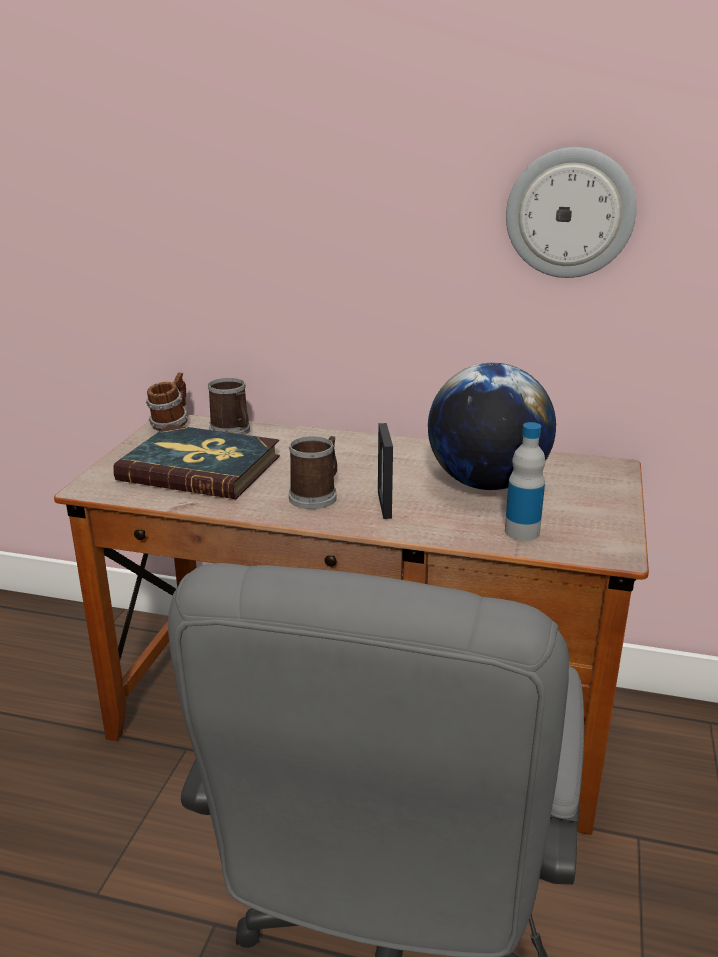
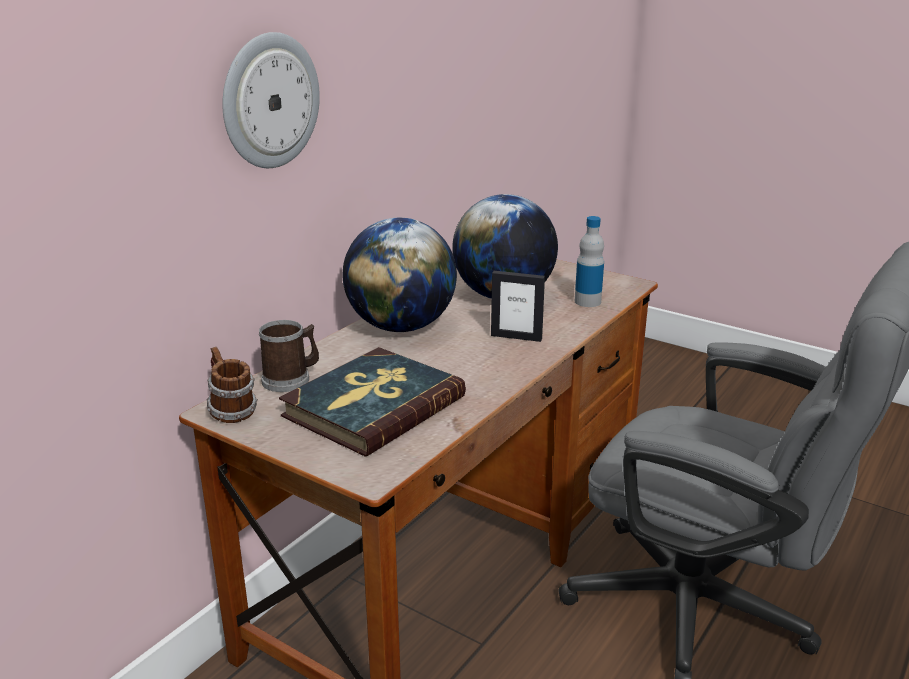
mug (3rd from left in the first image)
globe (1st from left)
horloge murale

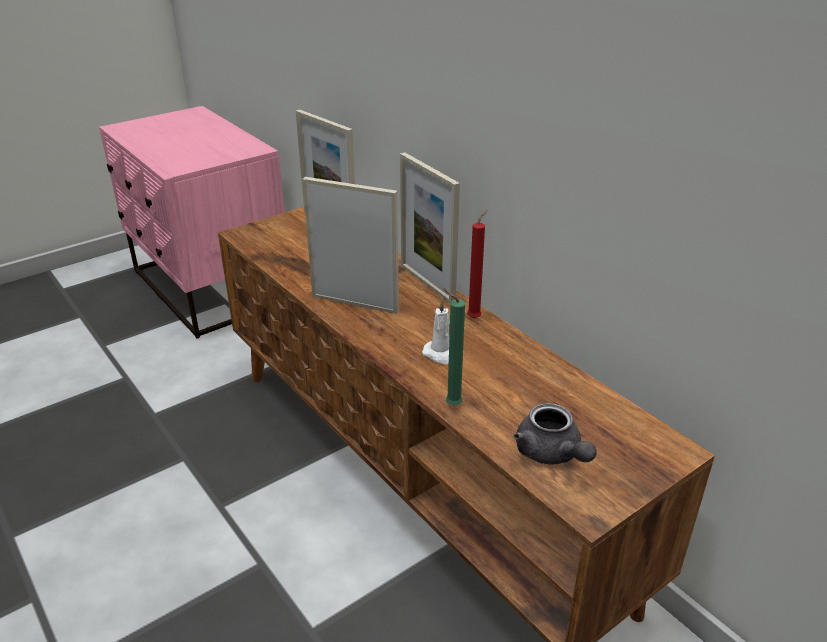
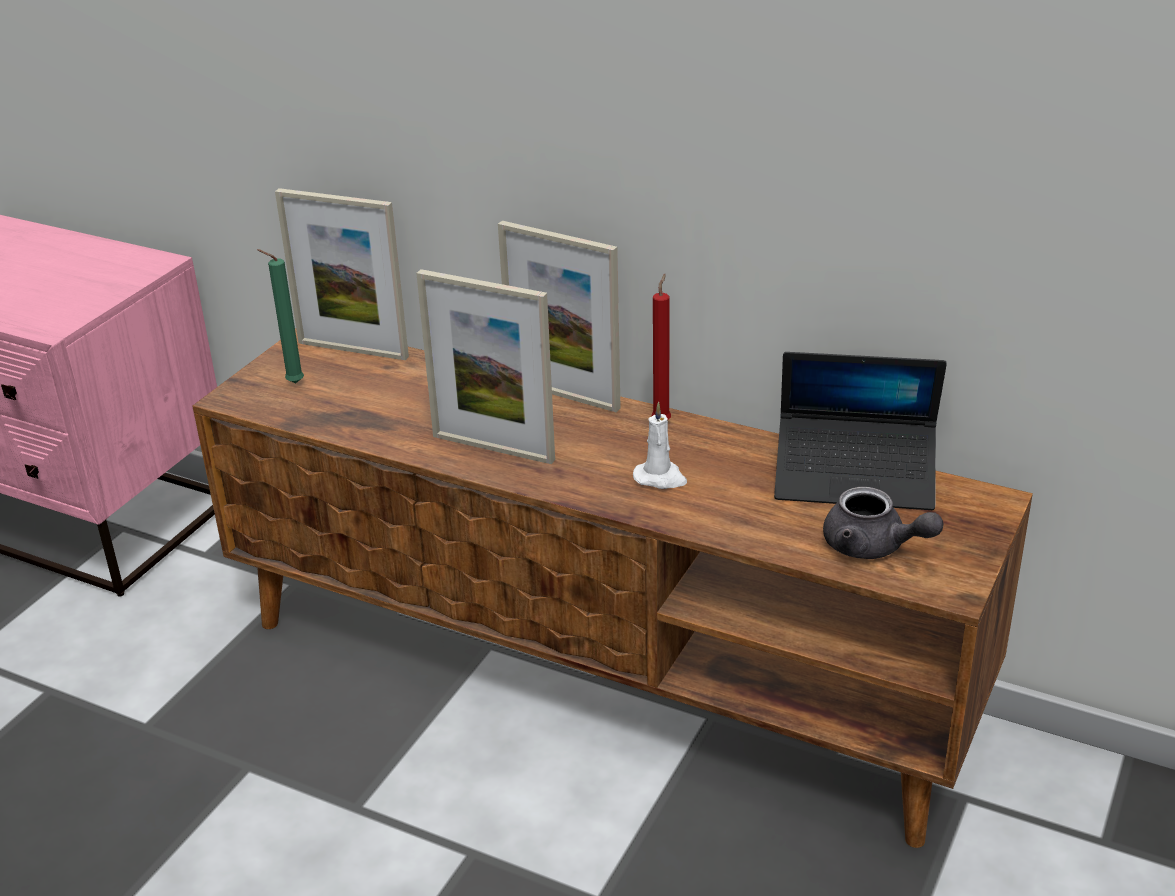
ordinateur portable
bougie (vert)
cadre photo (2nd from left)

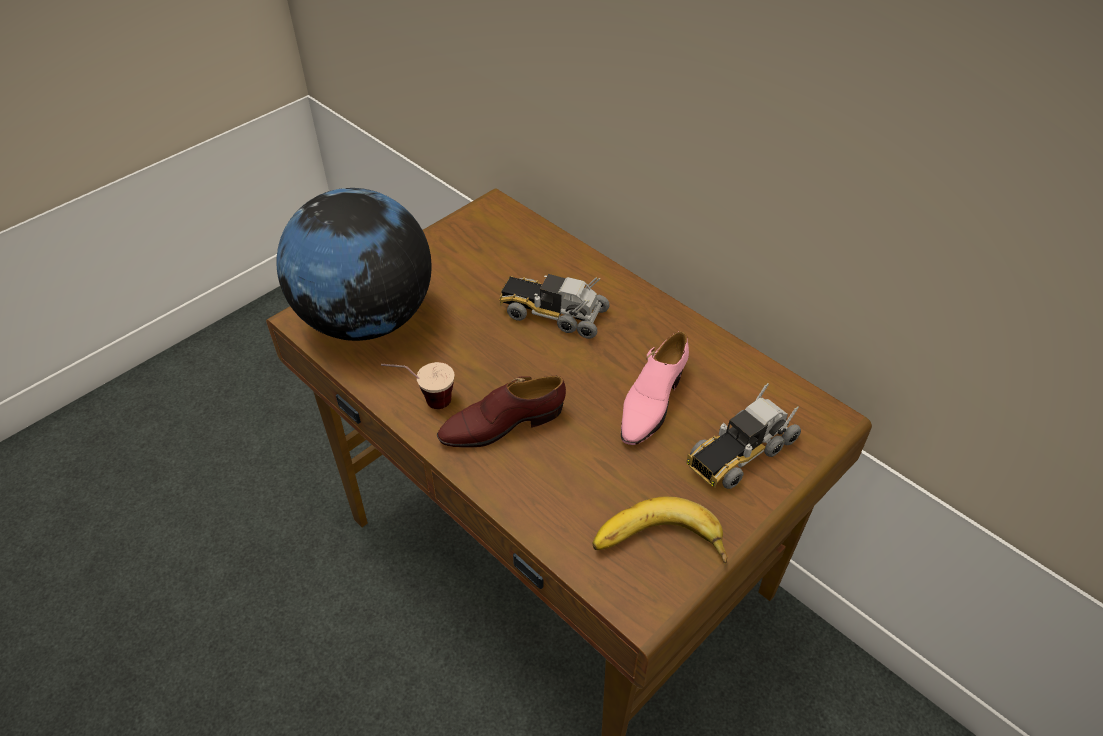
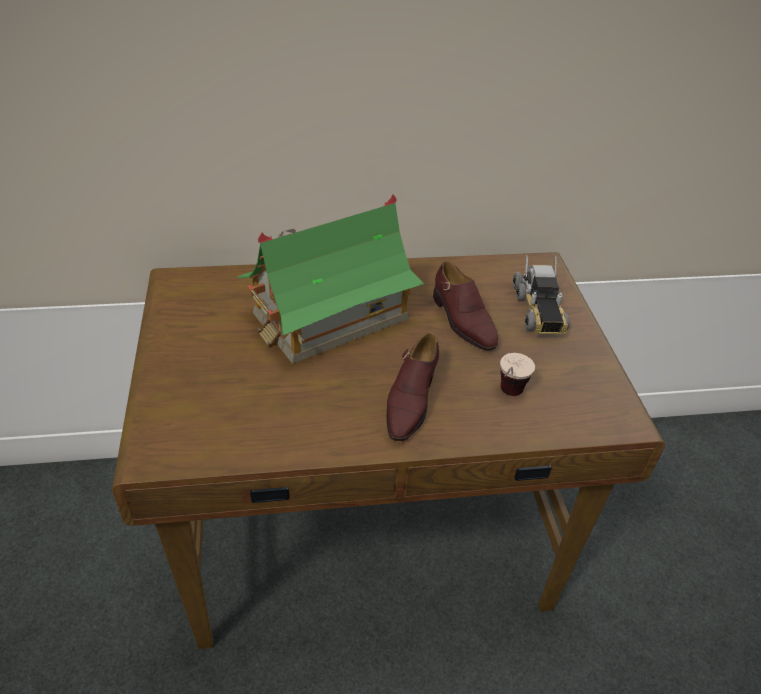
globe
banane
tasse
maison miniature
chaussure (marron) (2nd from left)

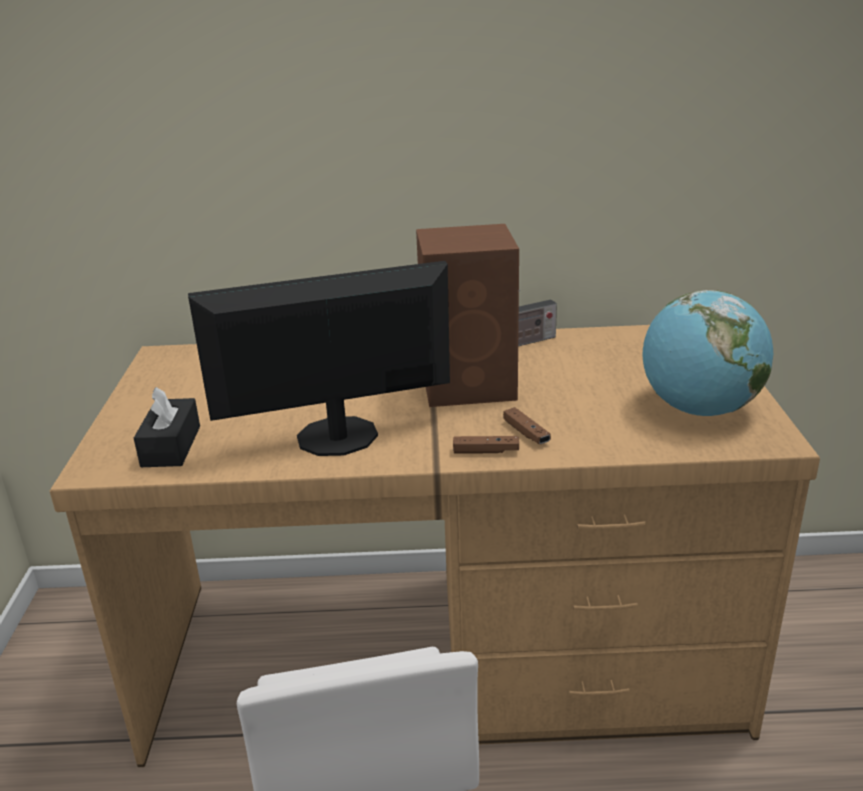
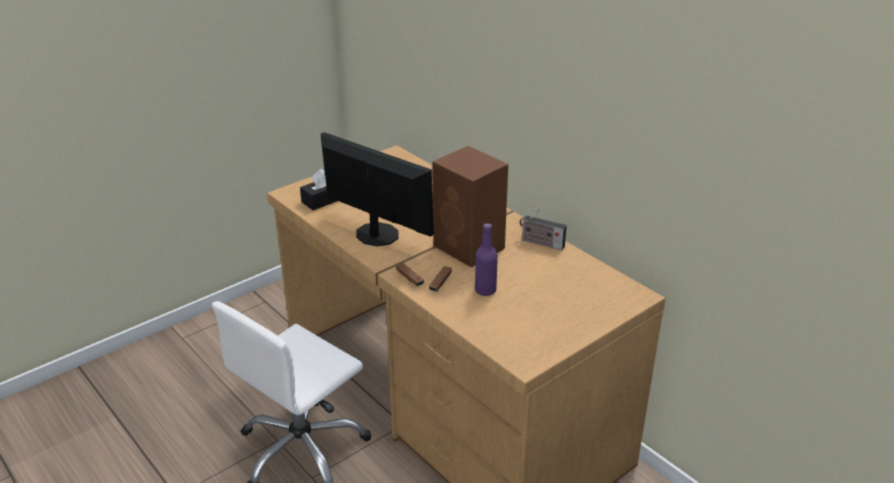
globe
bouteille (violet)

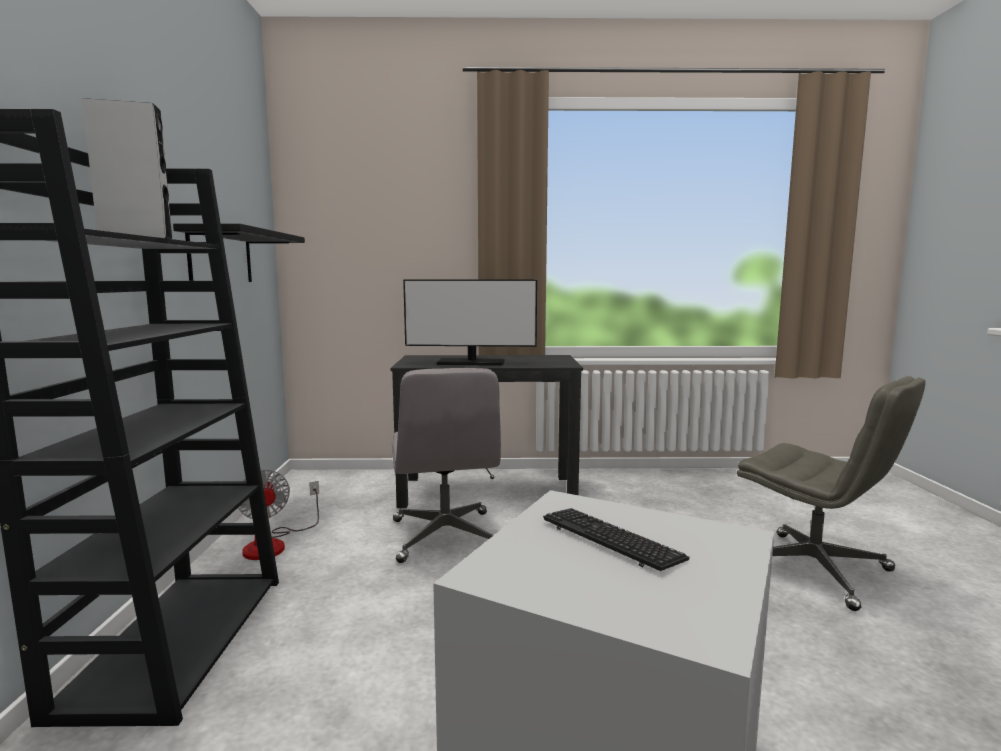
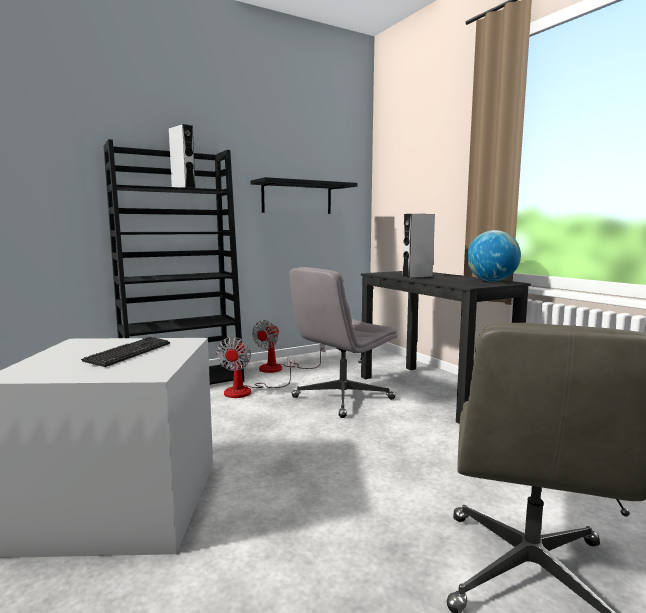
ventilateur (1st from left)
globe
enceinte (gris) (2nd from left)

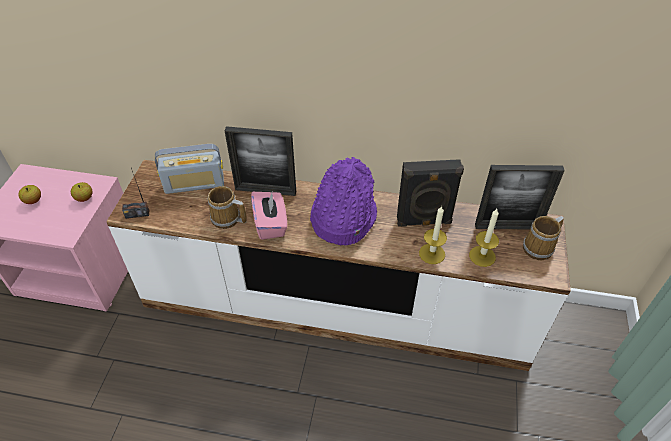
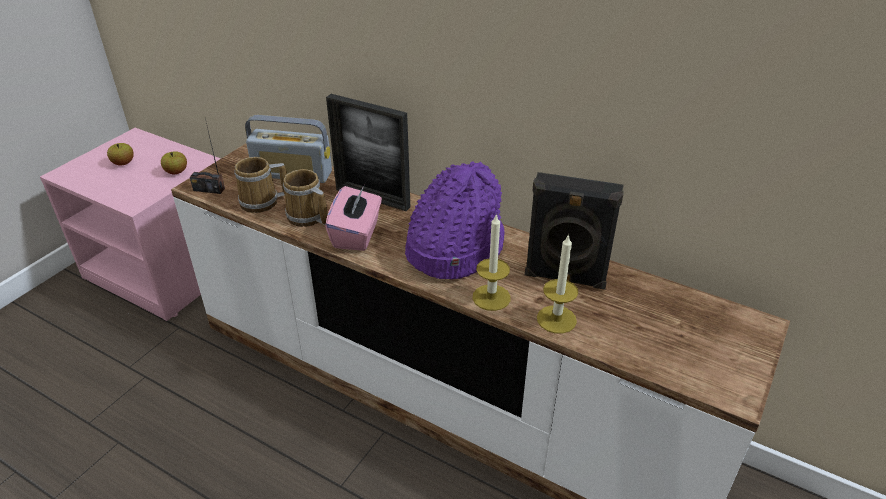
cadre photo (2nd from left in the first image)
bougie (1st from left)
mug (1st from left)

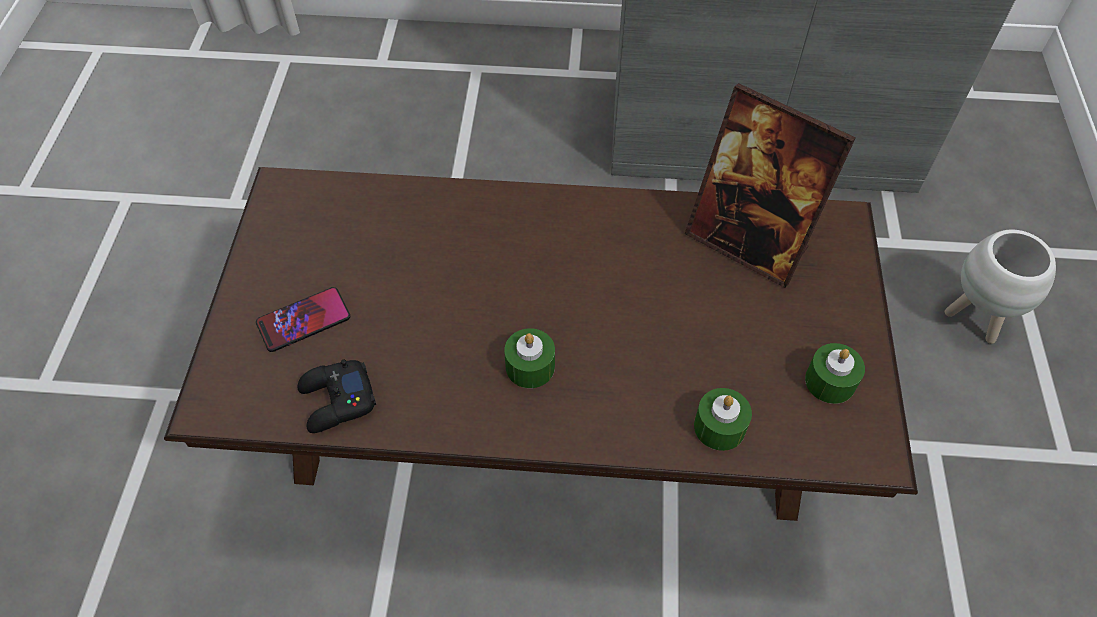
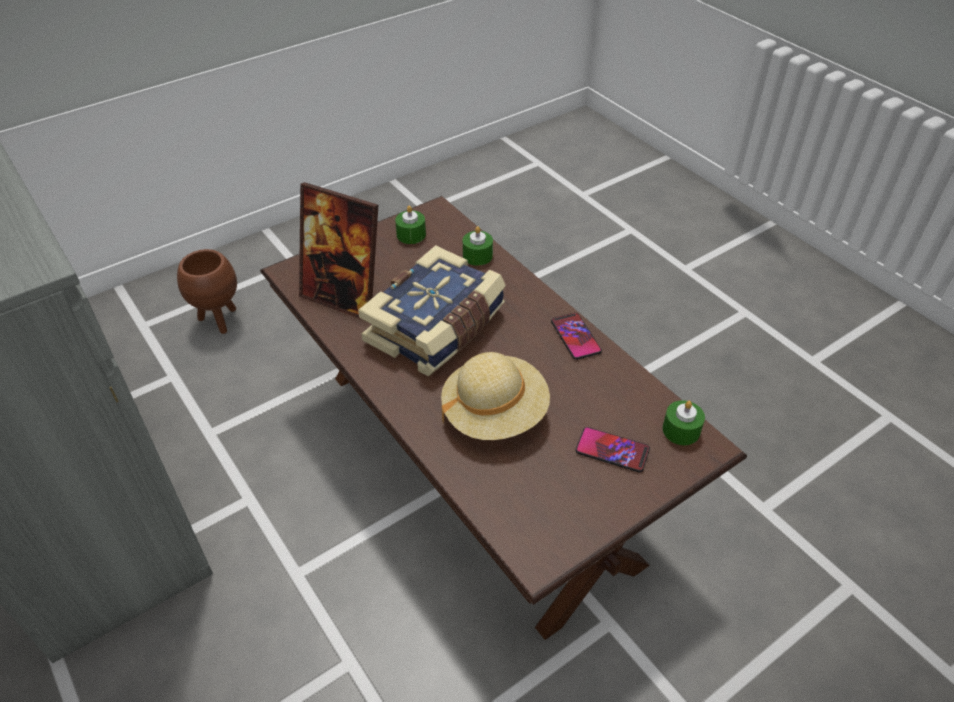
manette (noir)
livre
chapeau (beige)
téléphone (1st from left)
bougie (vert) (3rd from left)
cache-pot (marron)
cadre photo

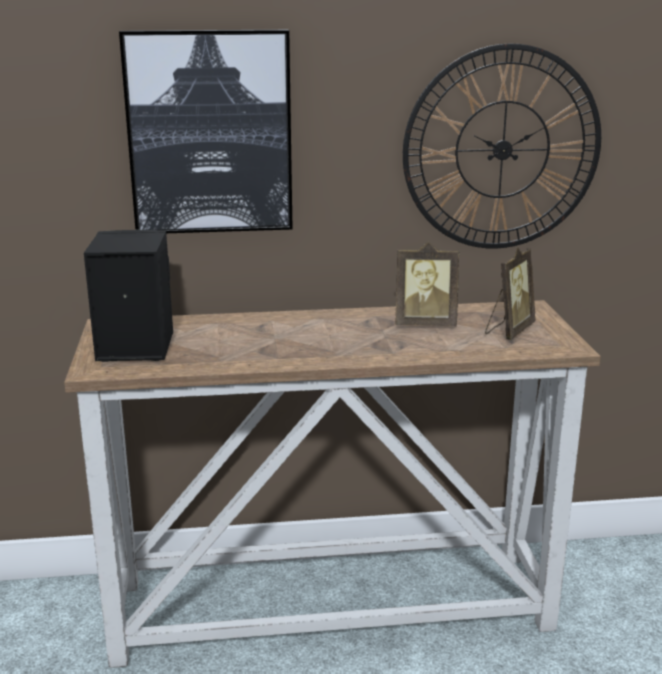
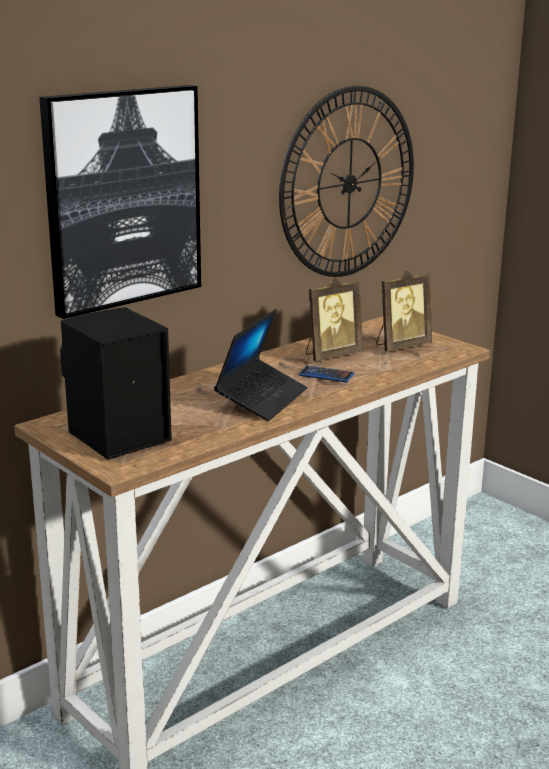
ordinateur portable
téléphone
cadre photo (2nd from left)

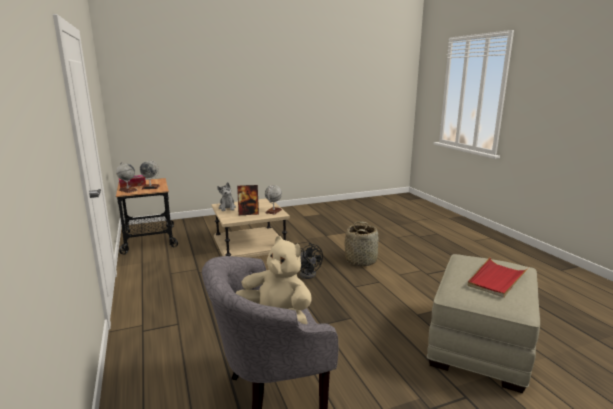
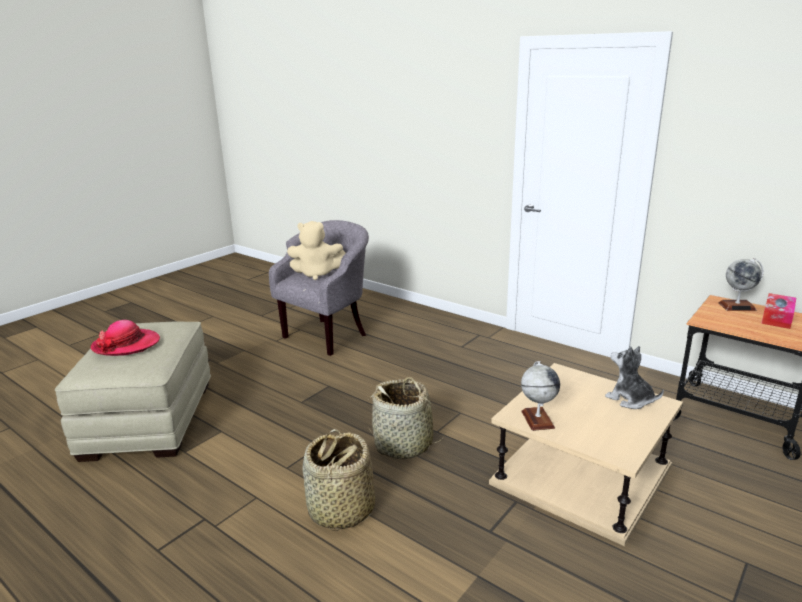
globe (2nd from left in the first image)
cadre photo
panier (2nd from left)
chapeau

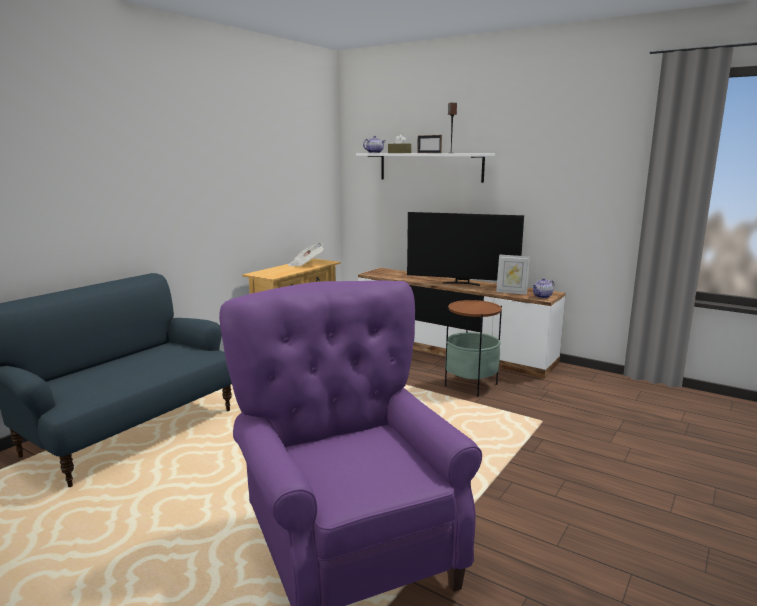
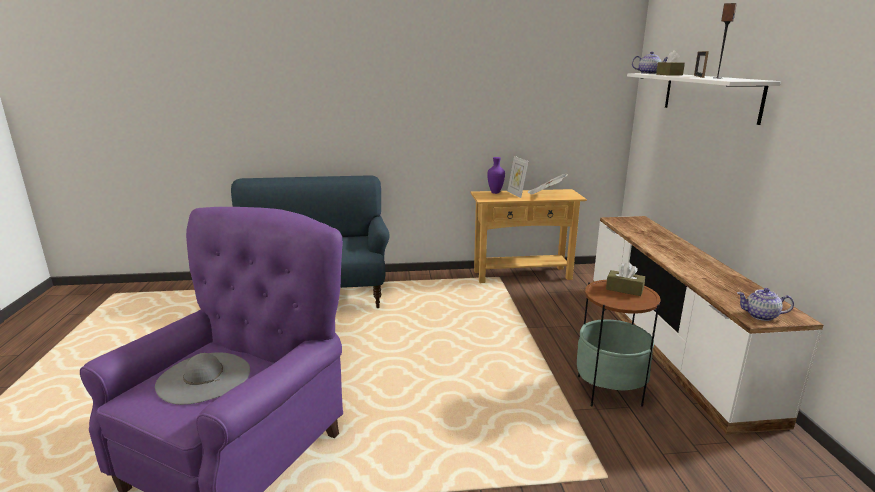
téléviseur
chapeau (gris)
vase (violet)
boîte à mouchoirs (marron) (1st from left)
cadre photo (1st from left)

